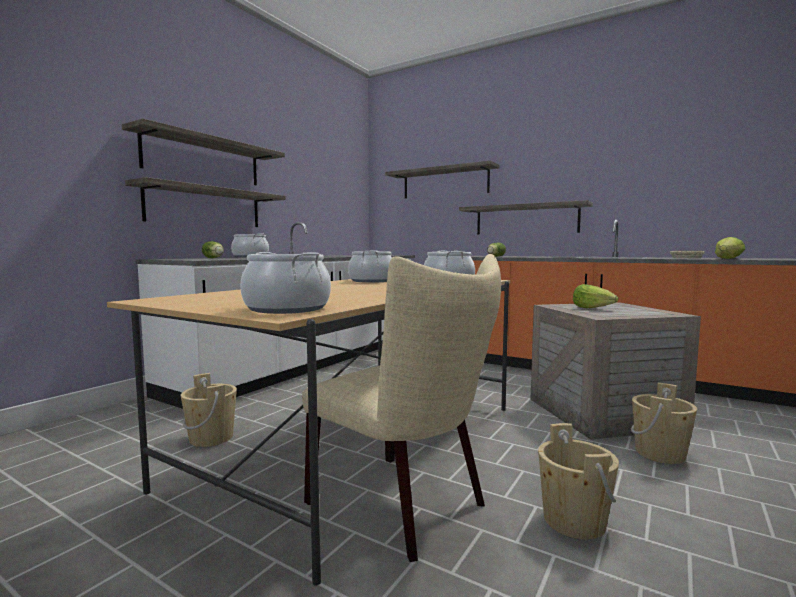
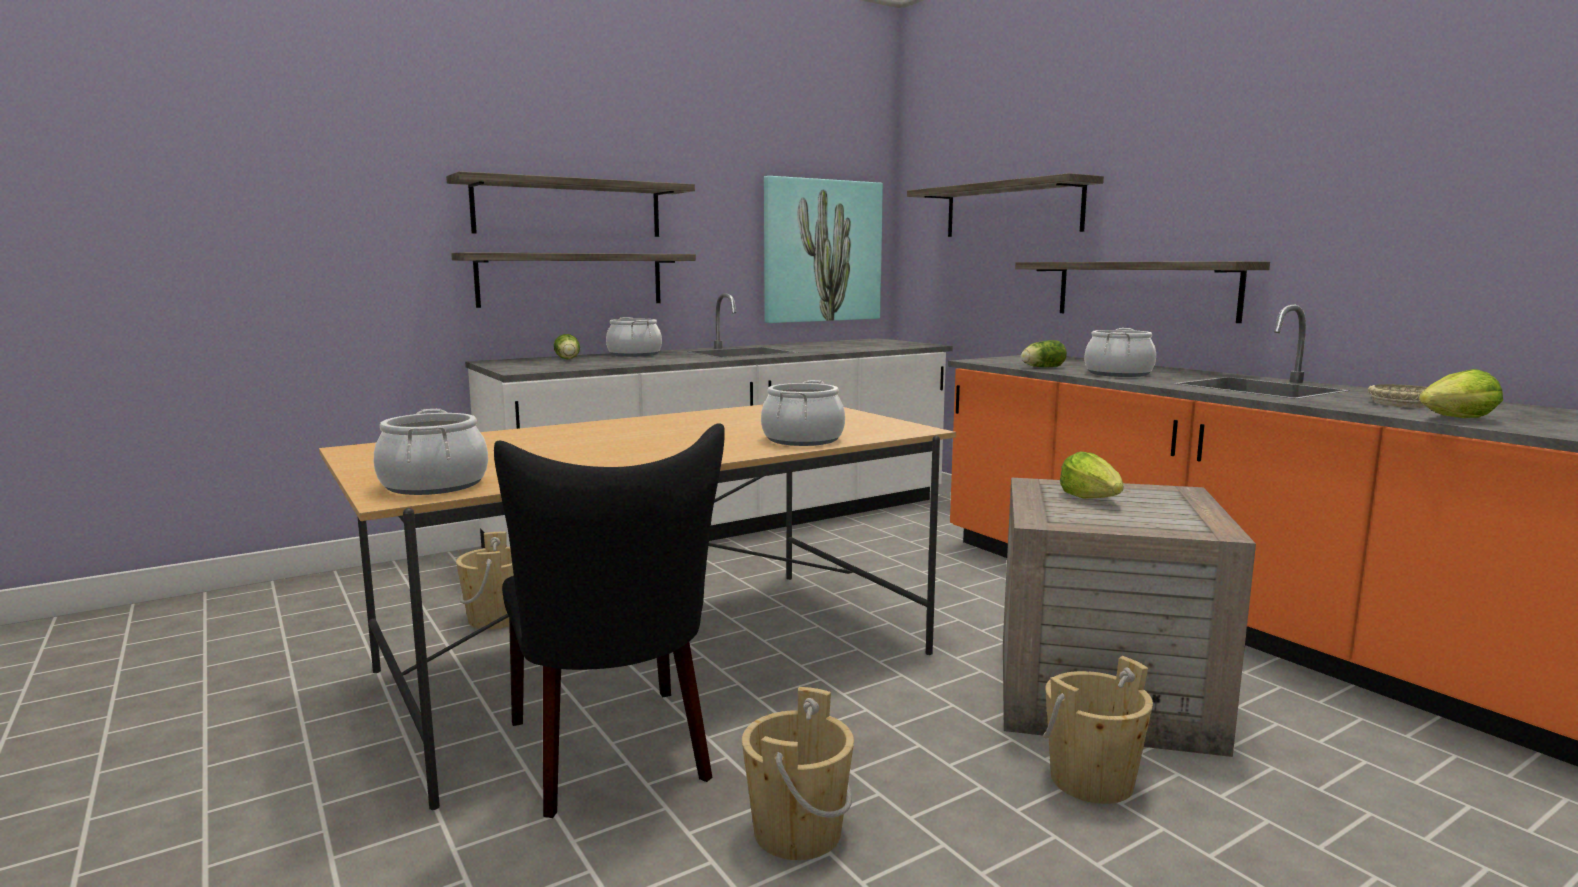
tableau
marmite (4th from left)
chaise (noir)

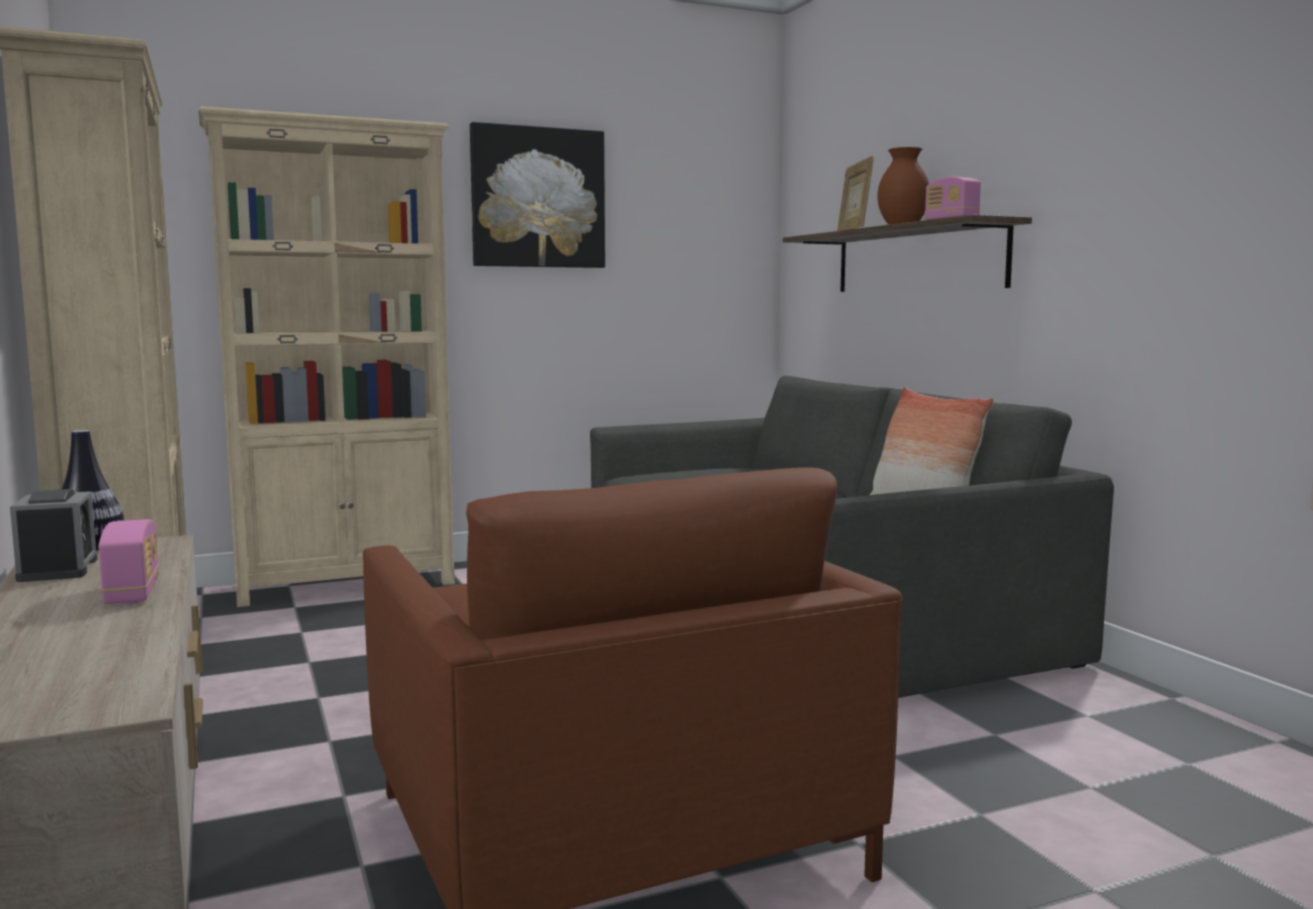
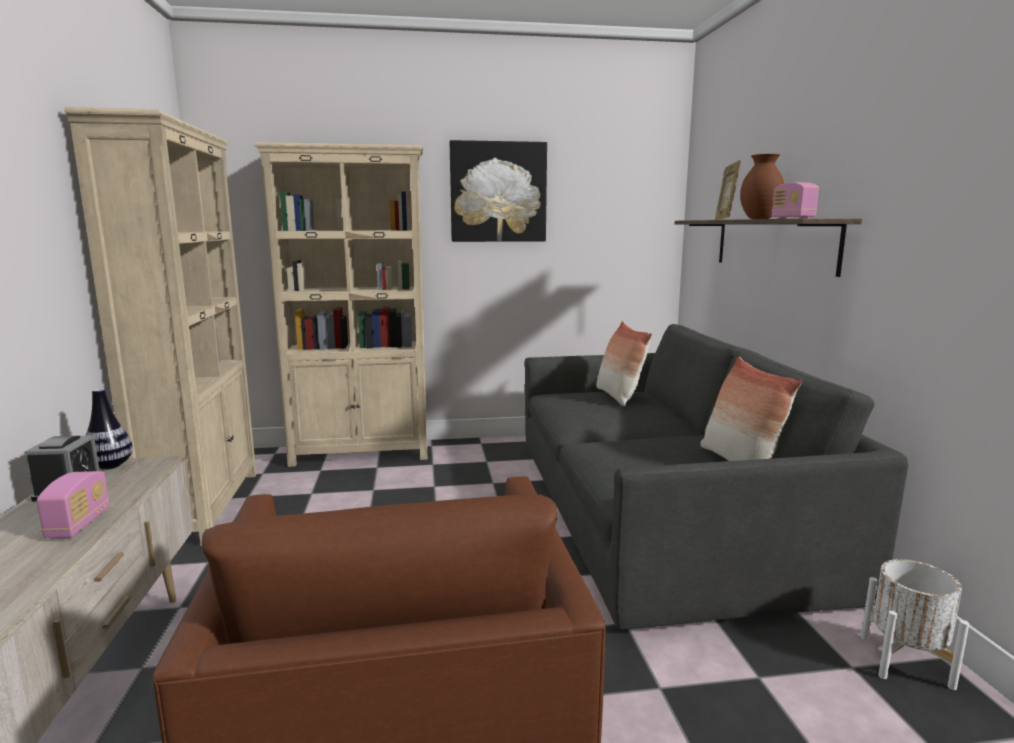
coussin (1st from left)
cache-pot (blanc)

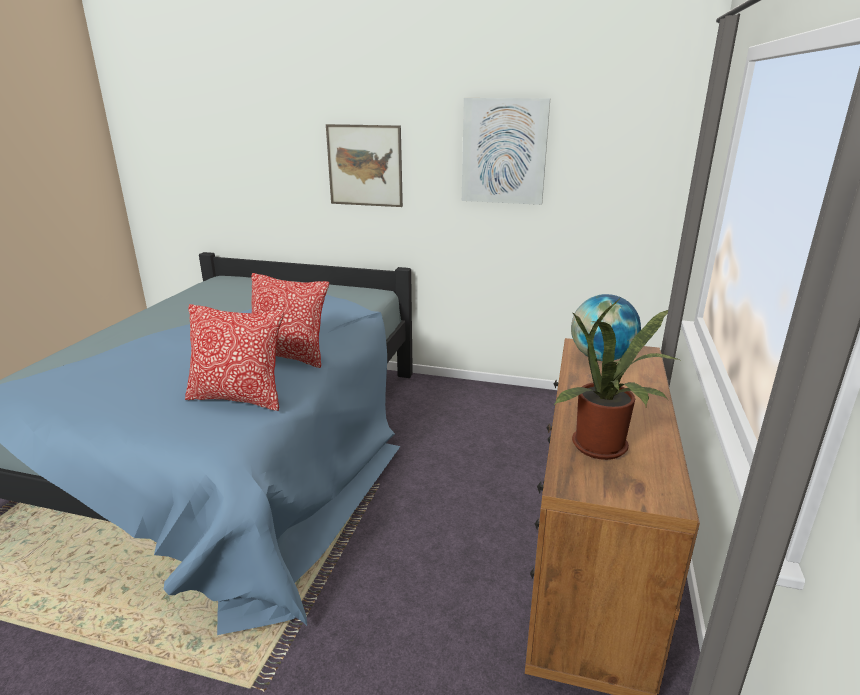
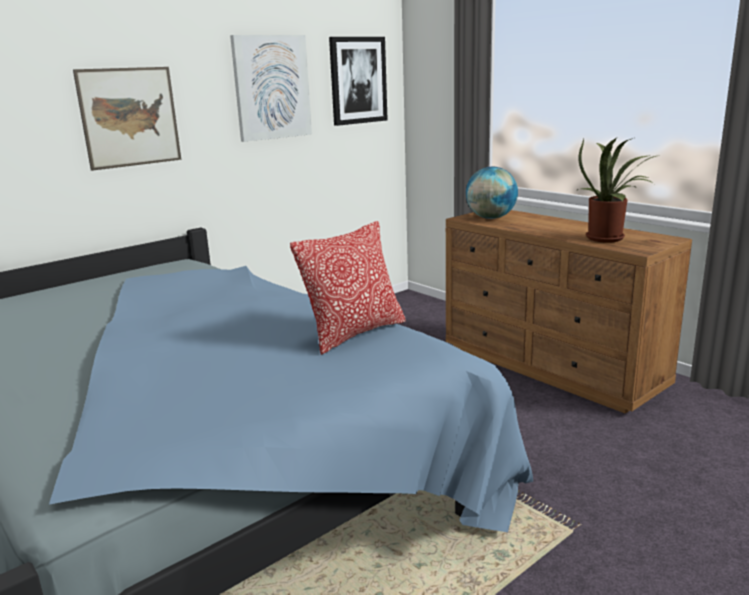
coussin (2nd from left in the first image)
tableau (3rd from left)

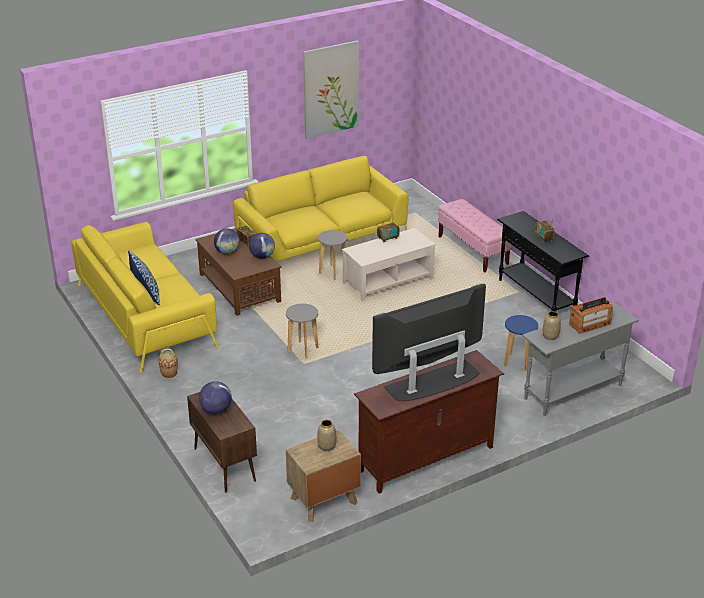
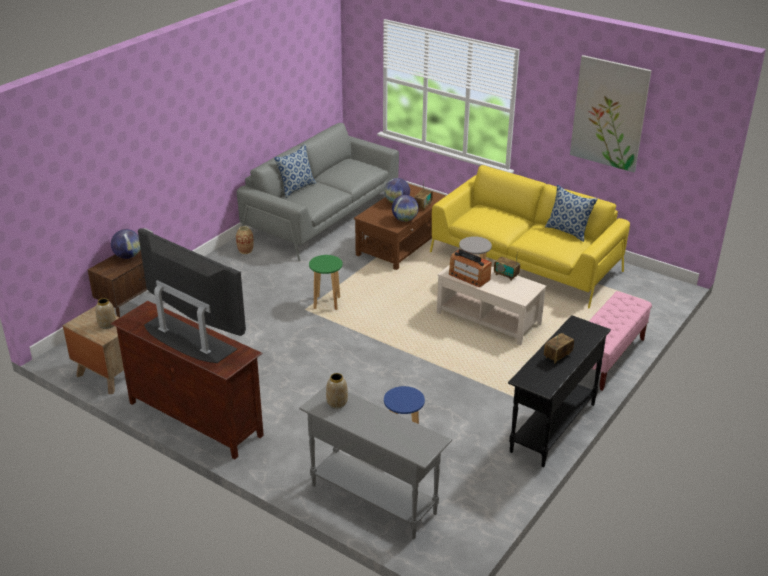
coussin (2nd from left)
radio (2nd from left)
canapé (gris)
tabouret (vert)

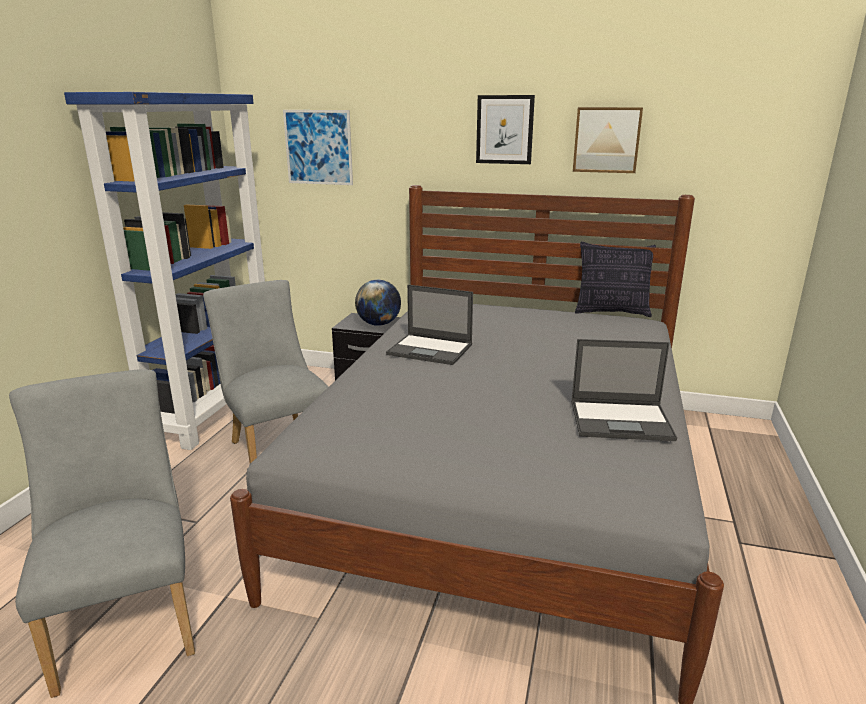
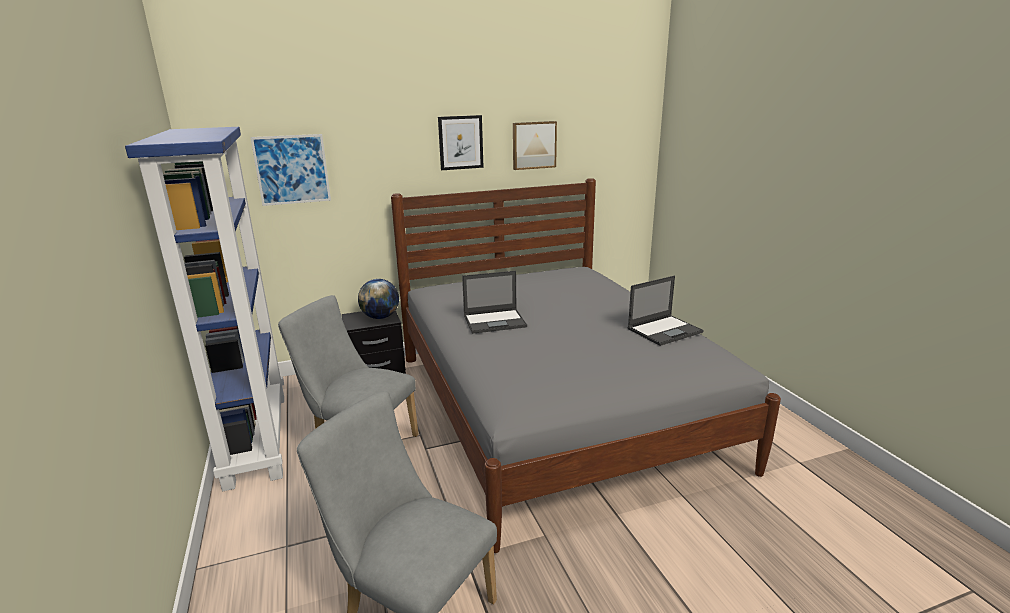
coussin

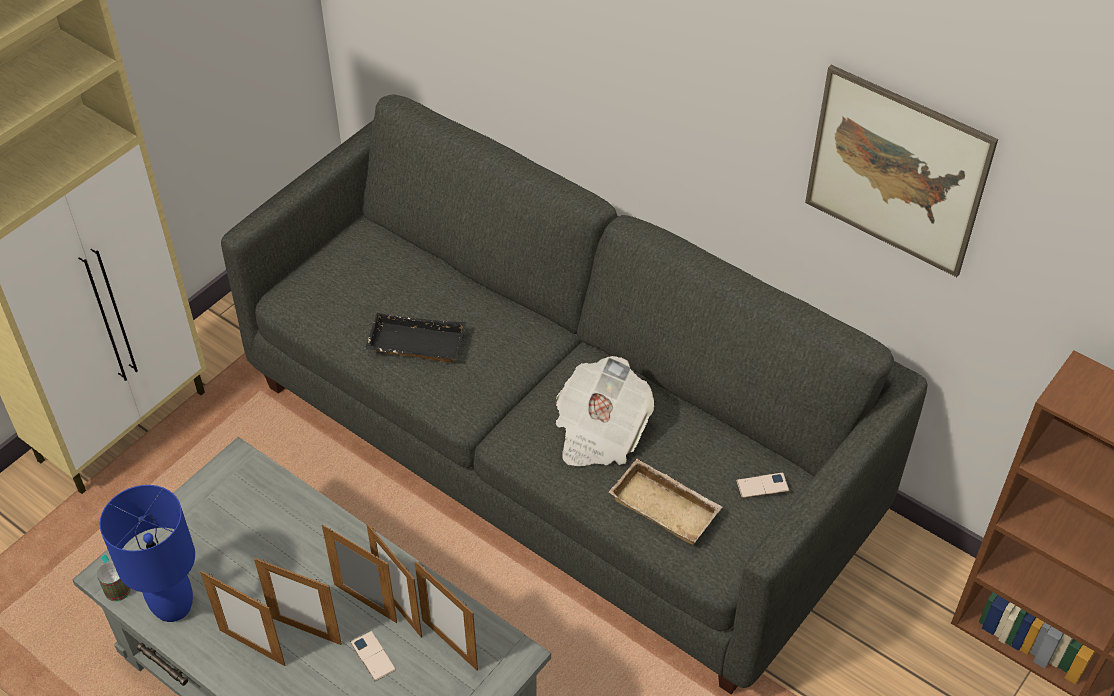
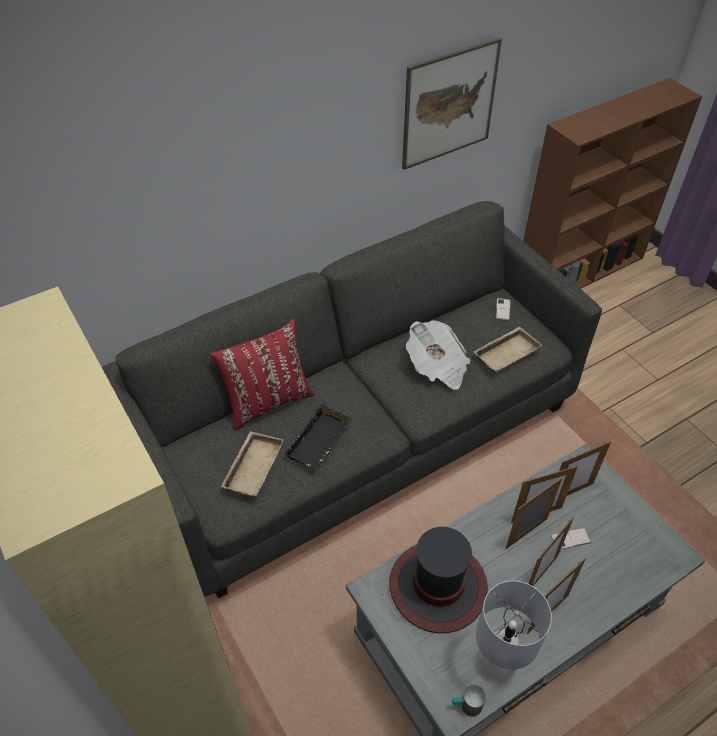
coussin (rouge)
plateau (beige) (1st from left)
chapeau
lampe de table (gris)

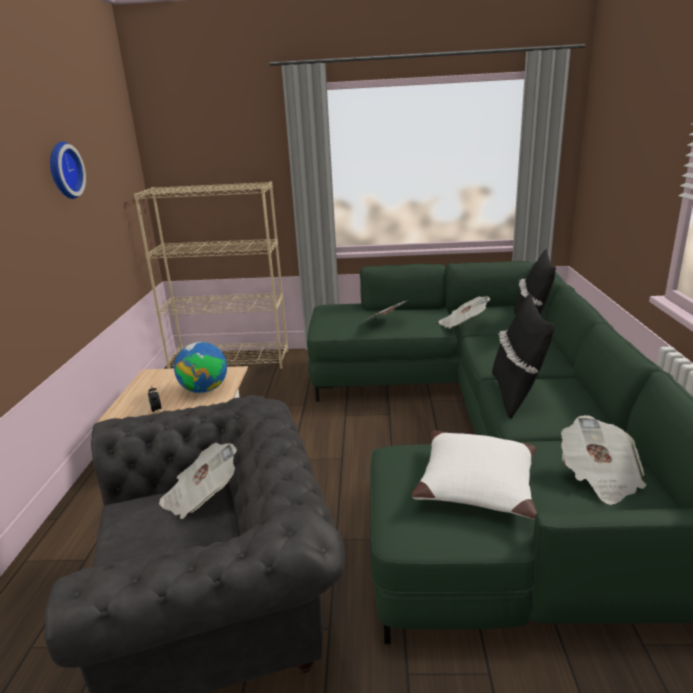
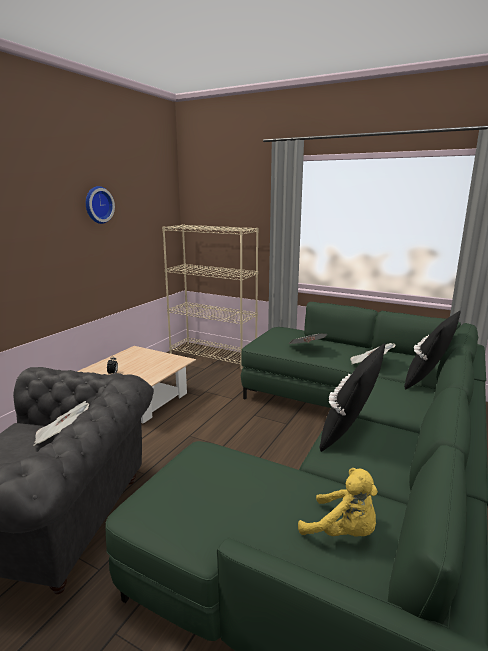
globe
coussin (blanc)
peluche (jaune)

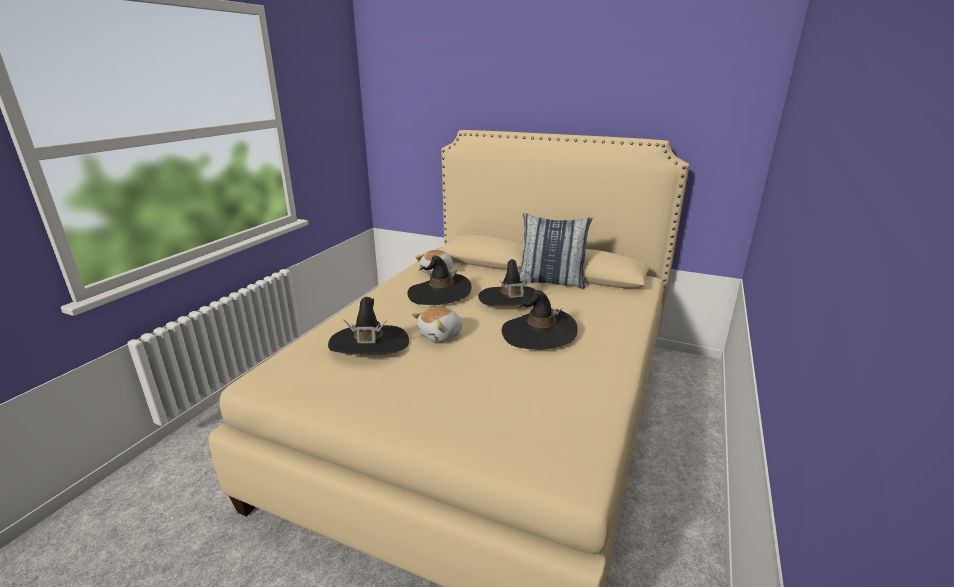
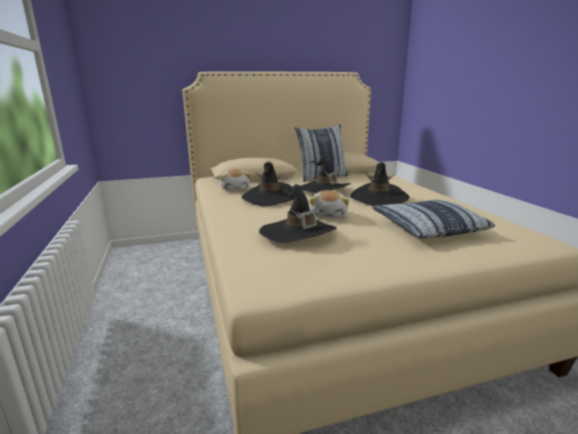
coussin (2nd from left)

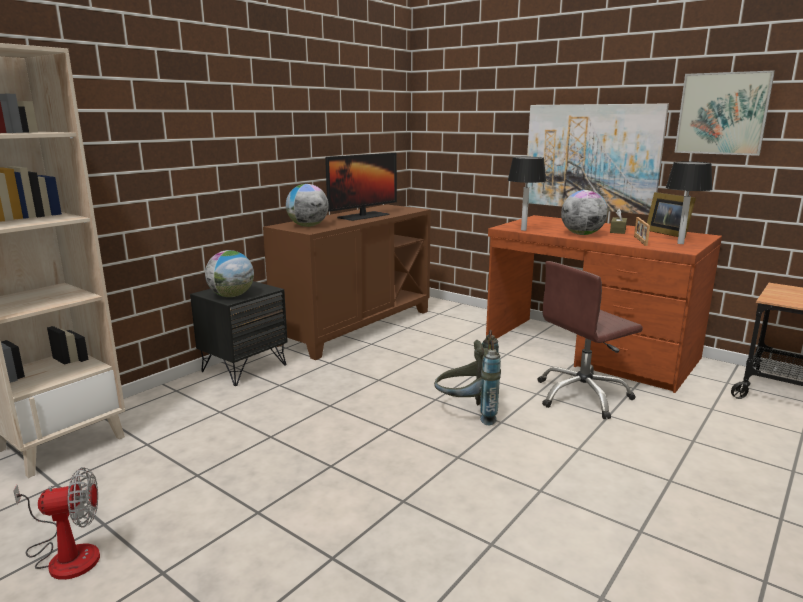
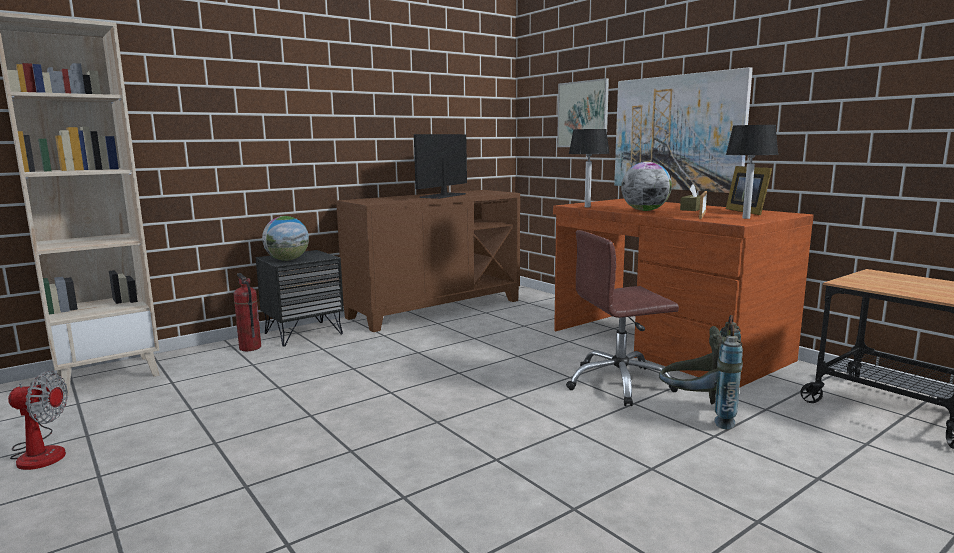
globe (2nd from left in the first image)
extincteur
sac à dos (gris)
tableau (1st from left)
écran d'ordinateur

